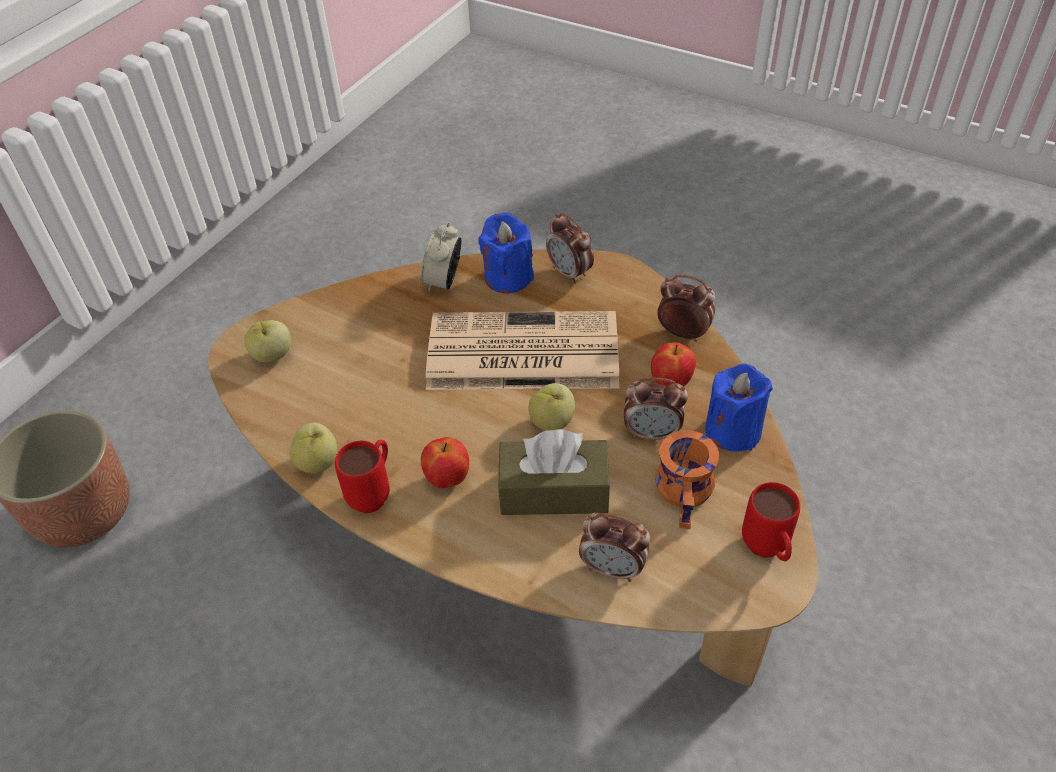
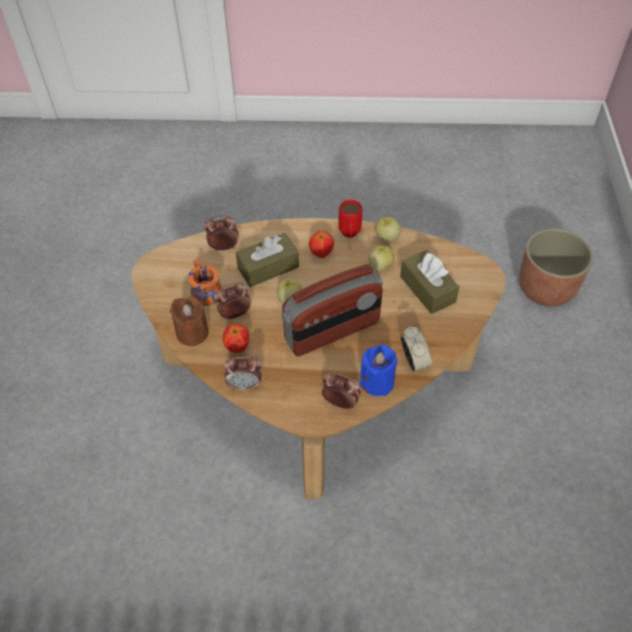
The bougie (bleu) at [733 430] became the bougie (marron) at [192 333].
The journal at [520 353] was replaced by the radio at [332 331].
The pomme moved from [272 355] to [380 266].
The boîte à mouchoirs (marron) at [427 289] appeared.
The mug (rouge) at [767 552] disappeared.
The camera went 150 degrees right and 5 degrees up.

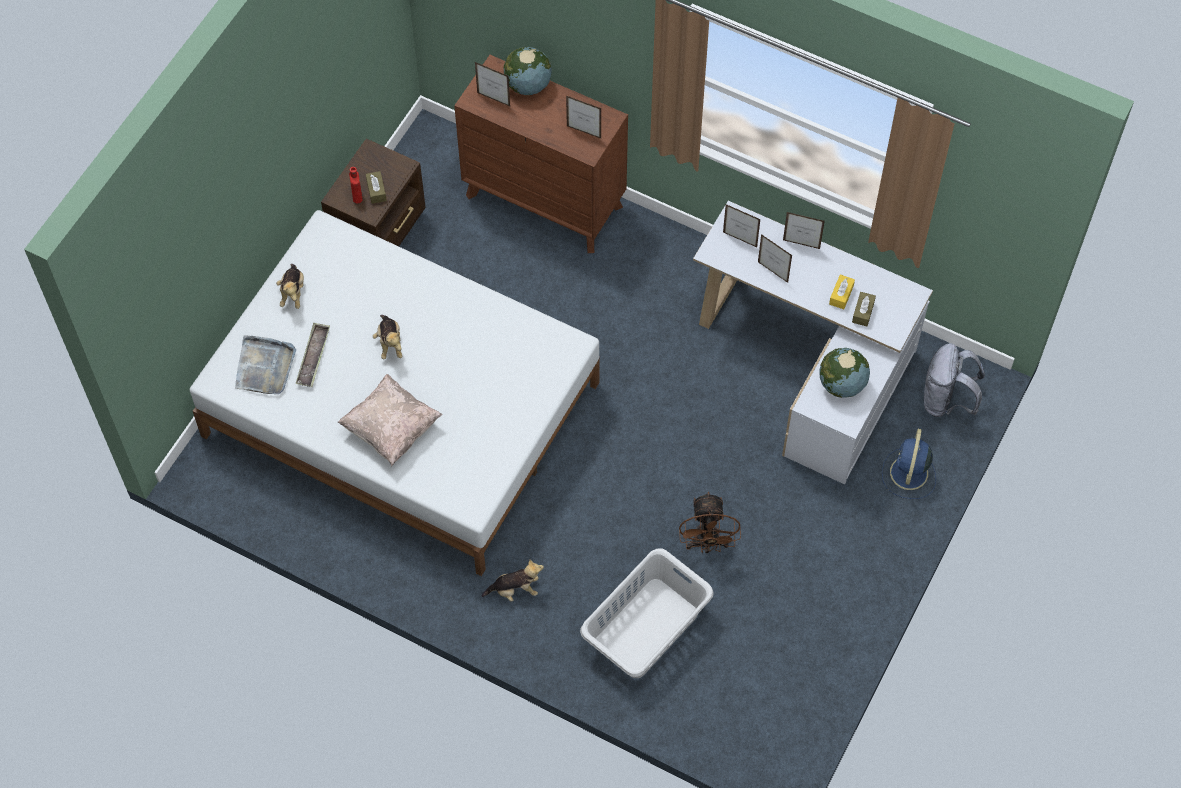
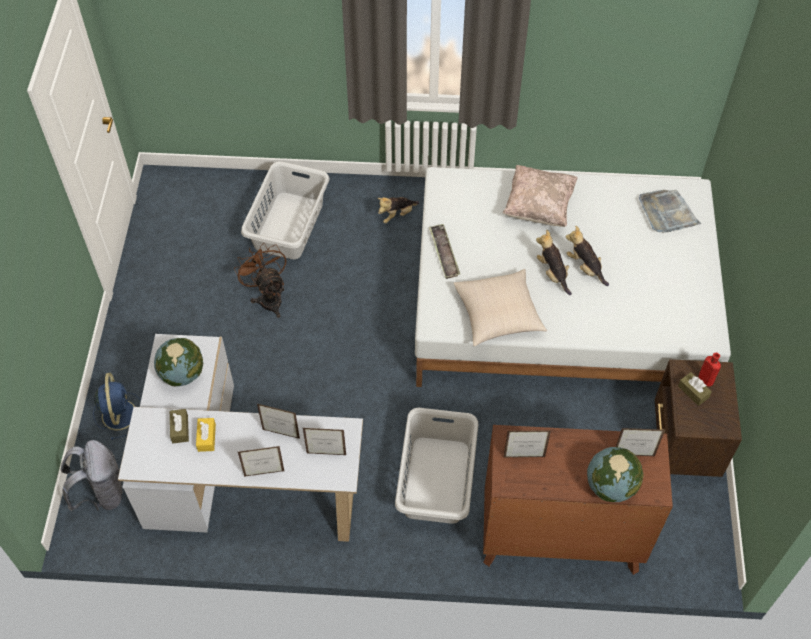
The panier à linge (gris) at [435 480] appeared.
The plateau moved from [313 357] to [444 253].
The coussin (beige) at [498 314] appeared.
The peluche moved from [293 292] to [553 273].
The camera went 155 degrees right and 5 degrees down.

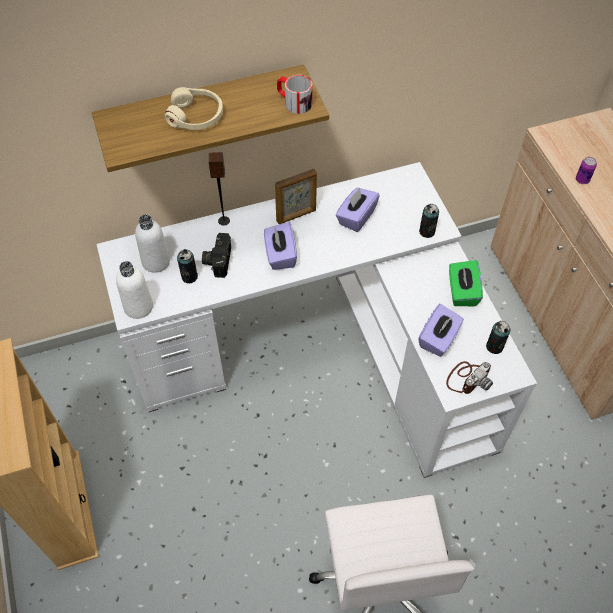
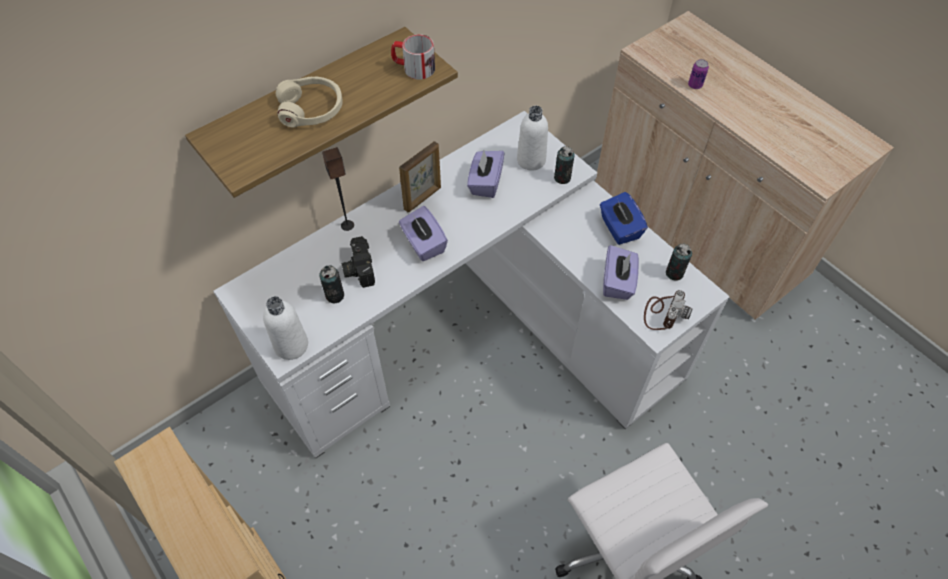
The bouteille (blanc) moved from [156 261] to [531 160].
The boîte à mouchoirs (vert) at [462 292] became the boîte à mouchoirs (bleu) at [619 228].
The camera went 20 degrees left and 0 degrees up.

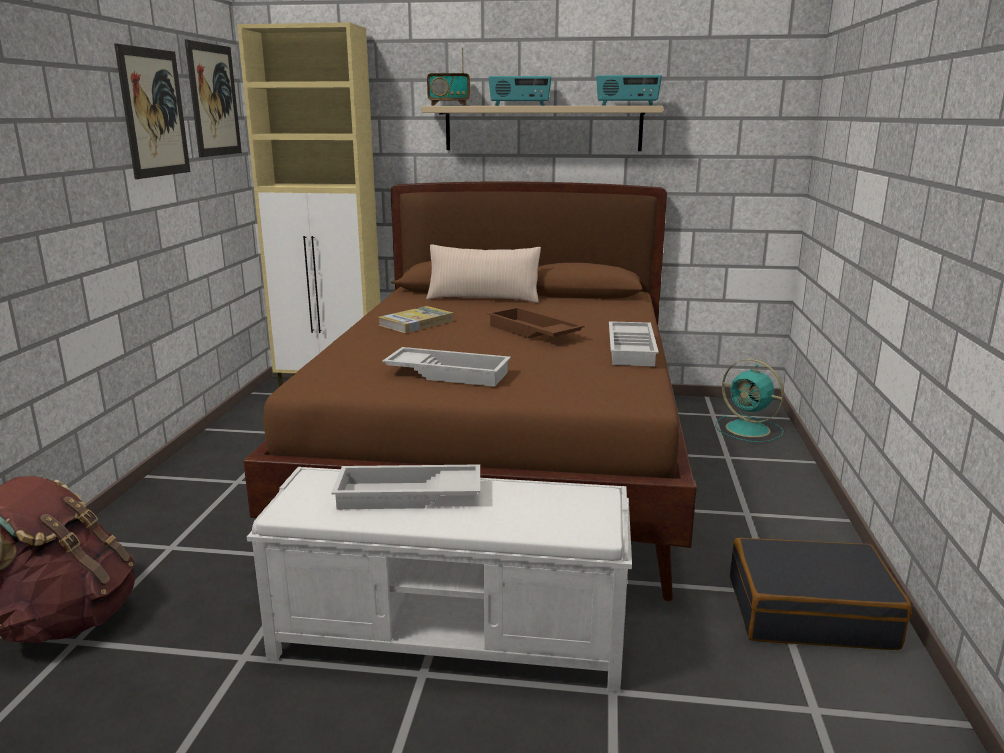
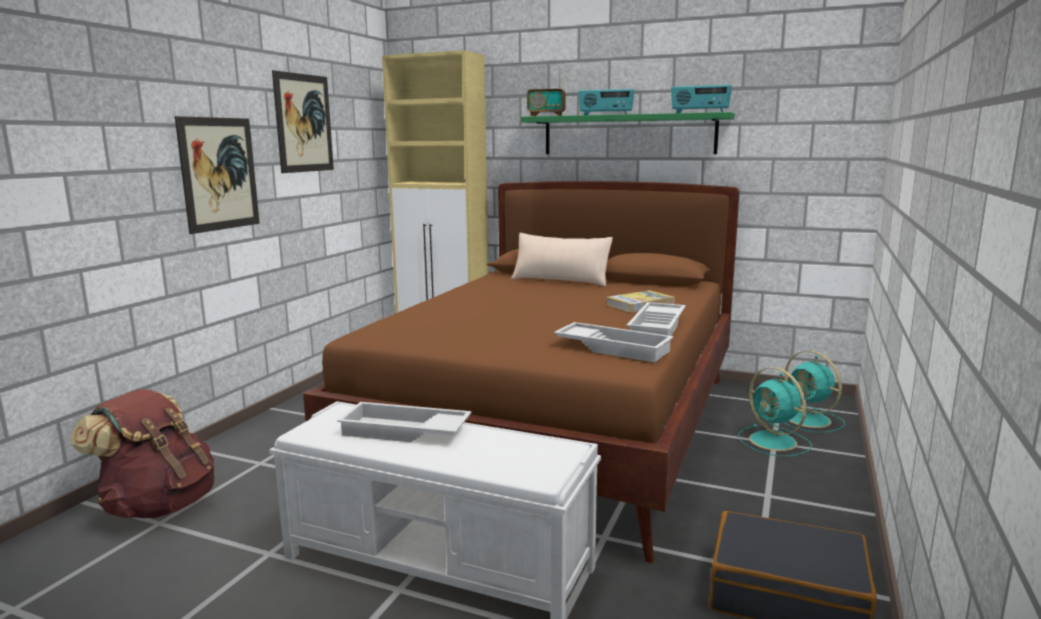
The tableau moved from [214 100] to [219 174].
The étagère (beige) at [542 128] became the étagère (vert) at [628 135].
The plateau (blanc) moved from [449 373] to [614 348].
The livre moved from [416 323] to [640 304].
The ventilateur (turquoise) at [774 442] appeared.
The plateau (marron) at [532 332] disappeared.
The camera went 15 degrees right and 5 degrees down.

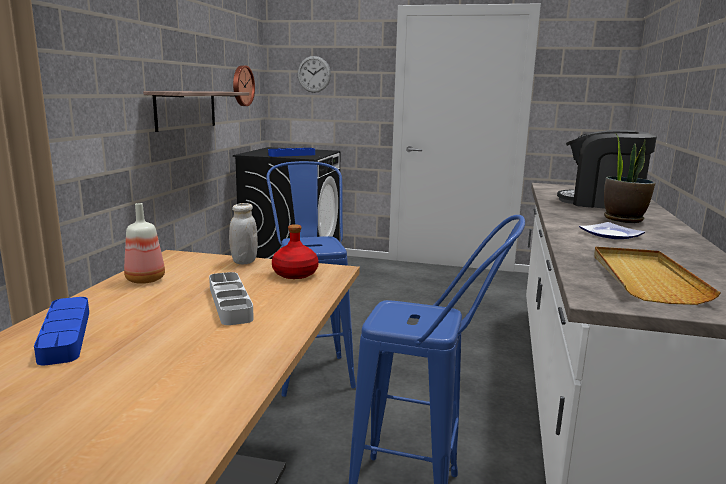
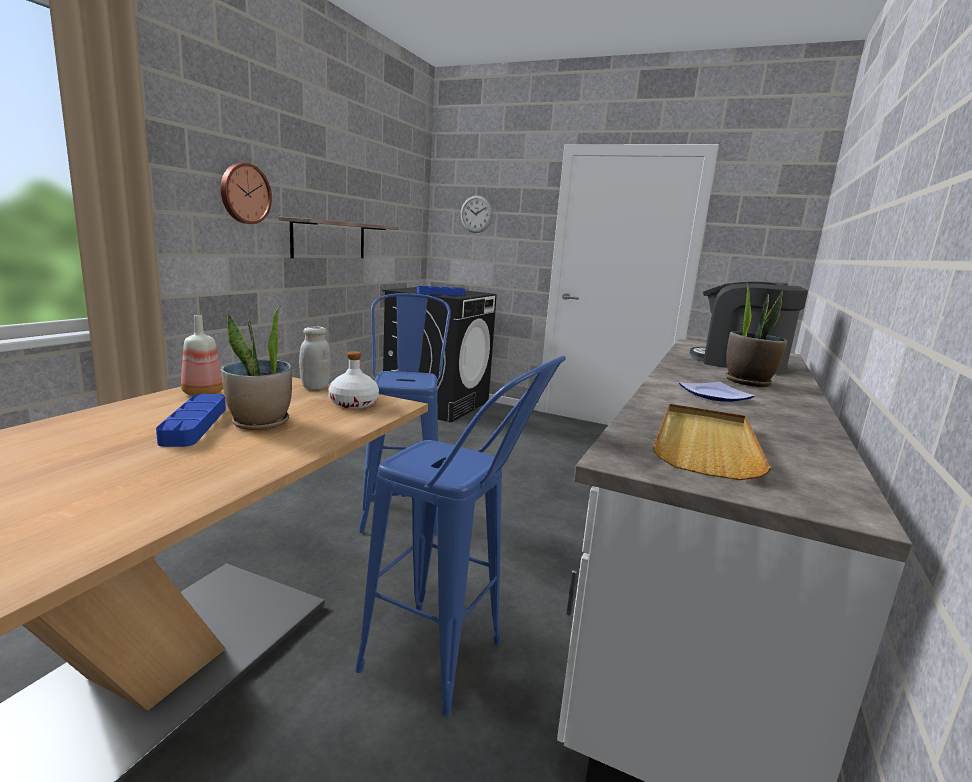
The plateau (bleu) moved from [65 335] to [194 425].
The horloge murale moved from [242 86] to [244 193].
The plateau (gris) at [230 303] was replaced by the plante en pot at [260 423].
The bouteille (rouge) at [295 274] became the bouteille (blanc) at [353 404].
The camera went 10 degrees right and 0 degrees up.

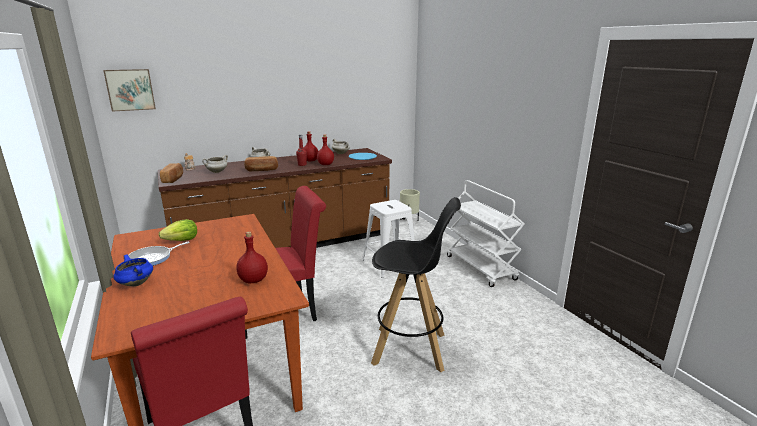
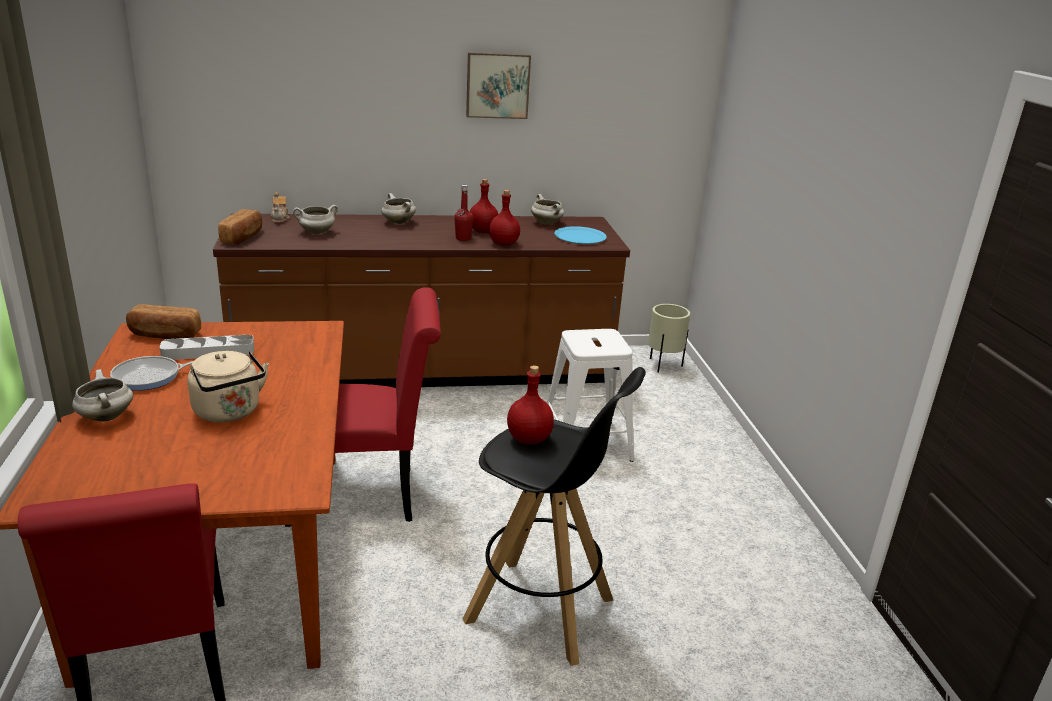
The marmite (bleu) at [135 283] became the marmite (blanc) at [105 417].
The pain moved from [262 170] to [165 335].
The laitue at [182 240] was replaced by the plateau (gris) at [208 352].
The bouilloire (beige) at [229 413] appeared.
The tableau moved from [130 89] to [497 85].
The bouteille (rouge) moved from [254 280] to [530 439].
The chariot (blanc) at [481 268] disappeared.
The camera went 15 degrees right and 5 degrees up.

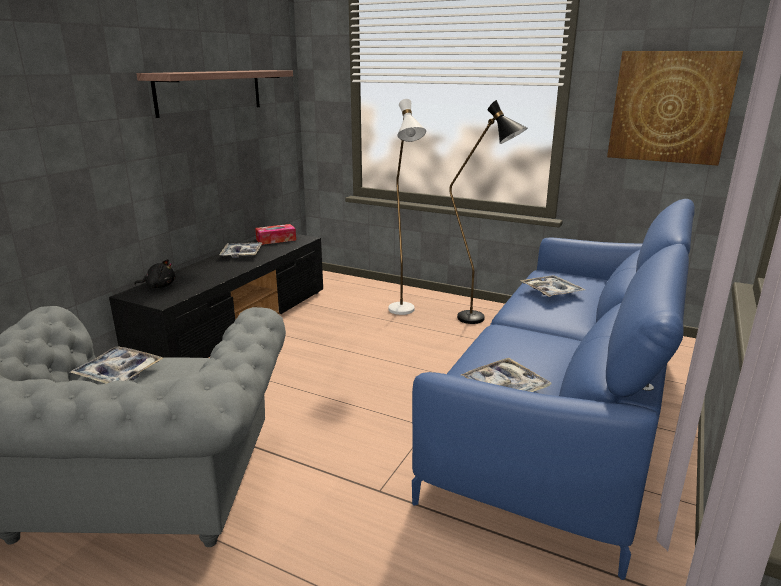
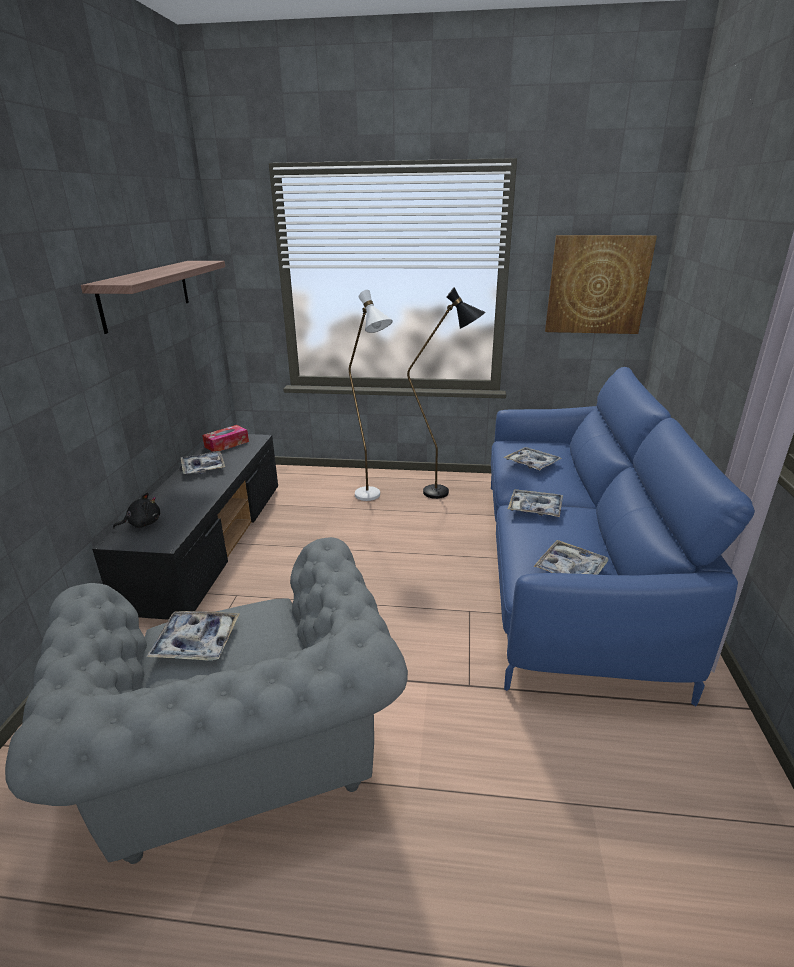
The plateau at [535 508] appeared.
The camera went 20 degrees left and 5 degrees up.

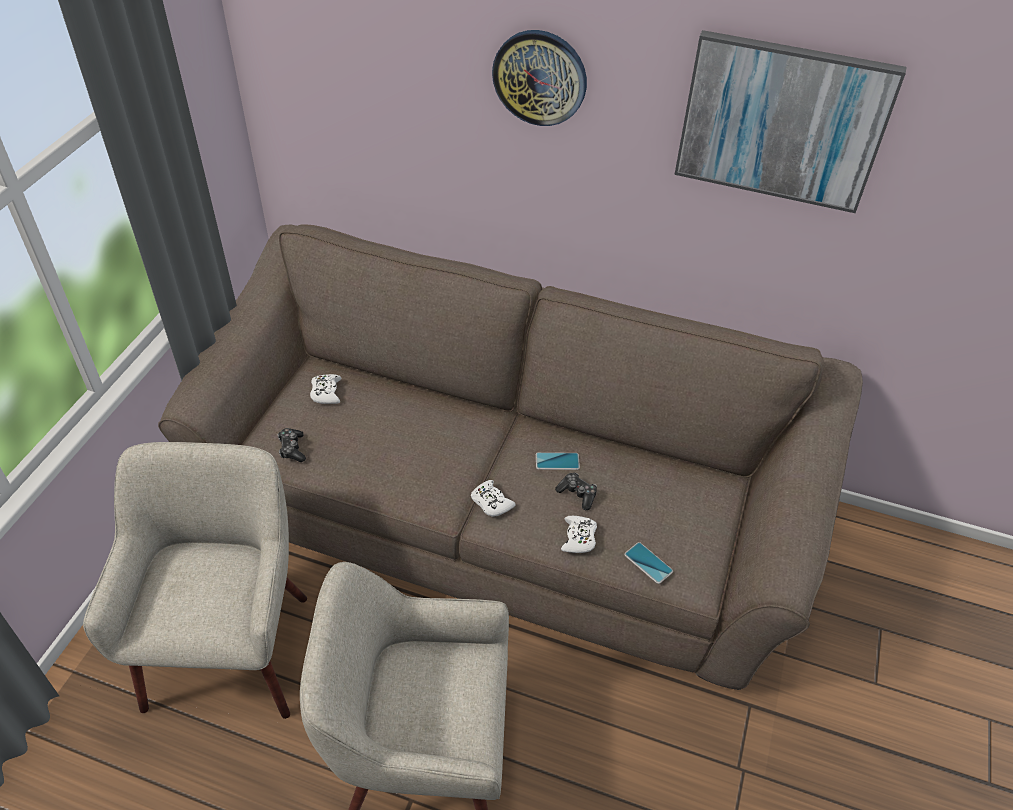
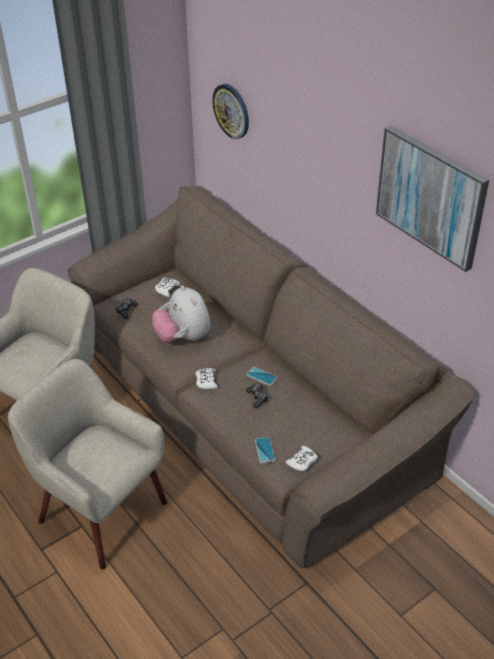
The peluche at [183 337] appeared.
The horloge murale moved from [540 77] to [232 111].
The manette (blanc) moved from [578 538] to [302 461].
The camera went 35 degrees right and 5 degrees down.

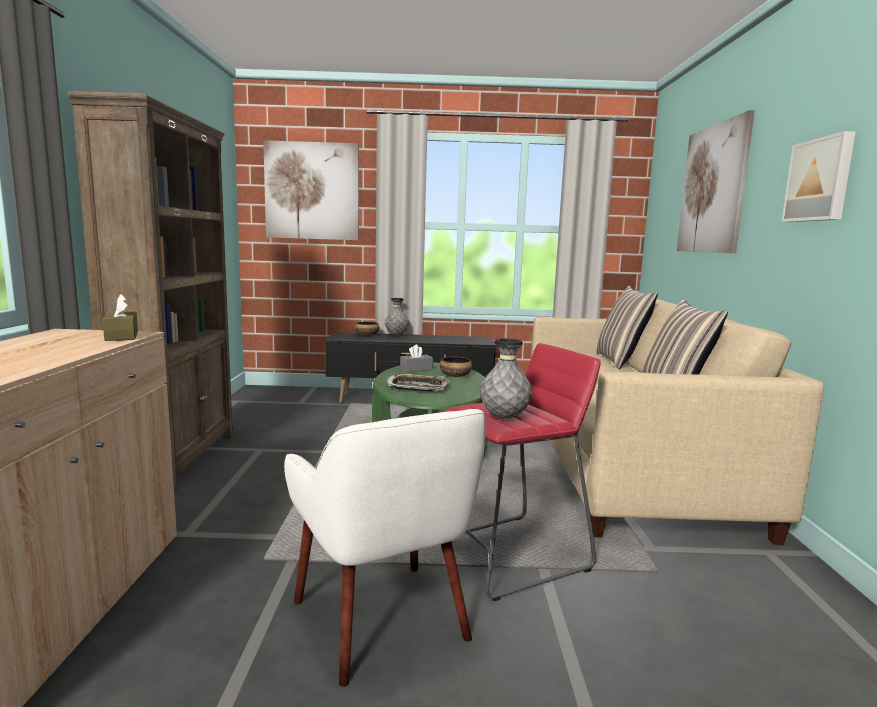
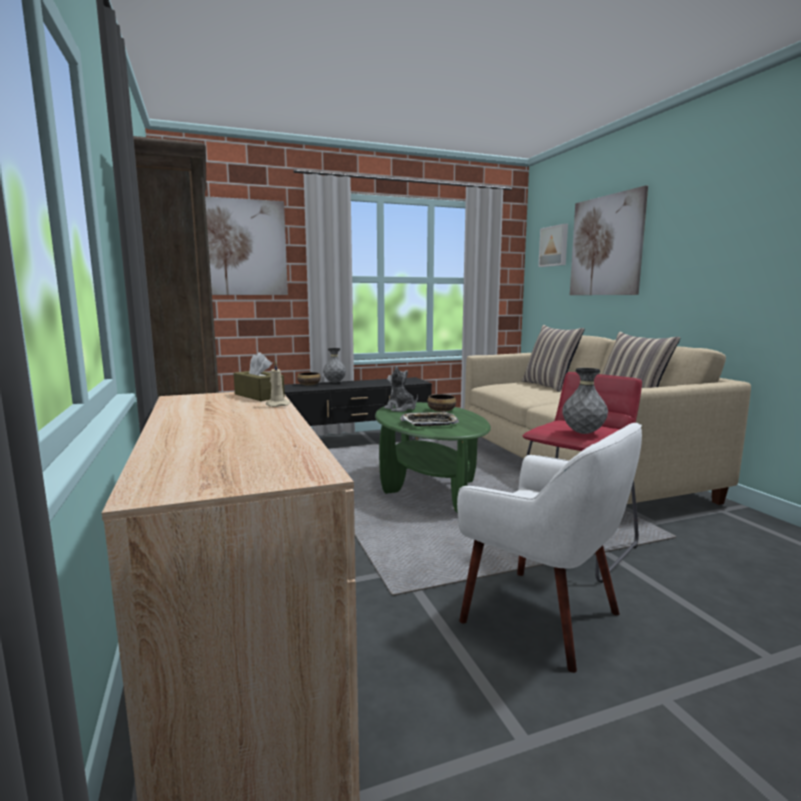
The bougie (beige) at [277 405] appeared.
The boîte à mouchoirs (gris) at [416 369] was replaced by the peluche at [401 409].
The tableau moved from [820 180] to [554 246].
The camera went 20 degrees left and 0 degrees up.

